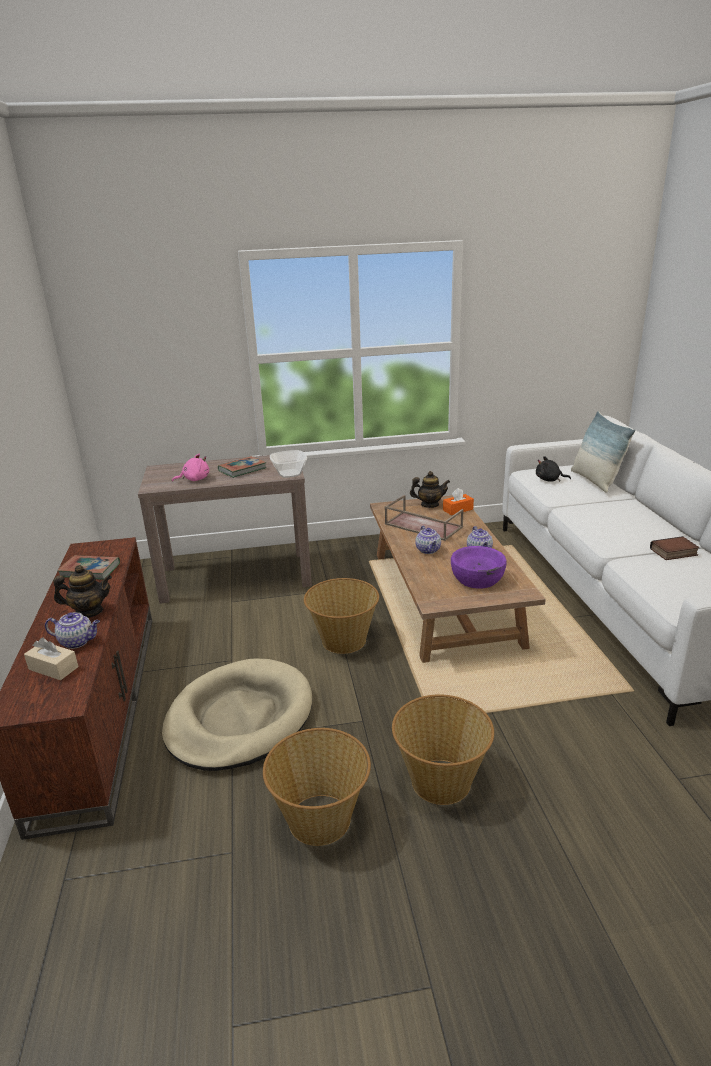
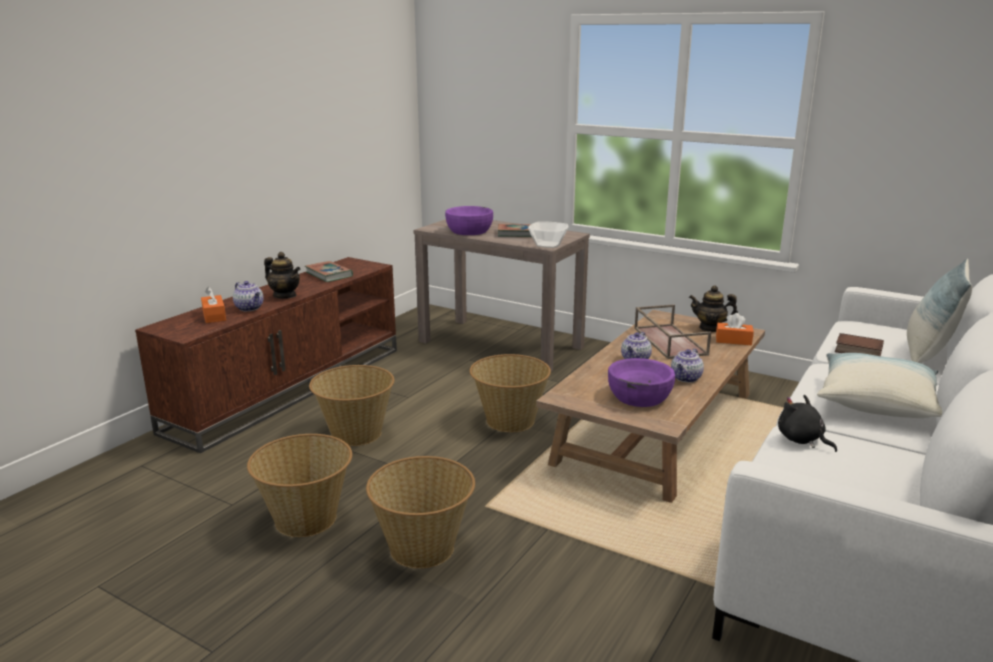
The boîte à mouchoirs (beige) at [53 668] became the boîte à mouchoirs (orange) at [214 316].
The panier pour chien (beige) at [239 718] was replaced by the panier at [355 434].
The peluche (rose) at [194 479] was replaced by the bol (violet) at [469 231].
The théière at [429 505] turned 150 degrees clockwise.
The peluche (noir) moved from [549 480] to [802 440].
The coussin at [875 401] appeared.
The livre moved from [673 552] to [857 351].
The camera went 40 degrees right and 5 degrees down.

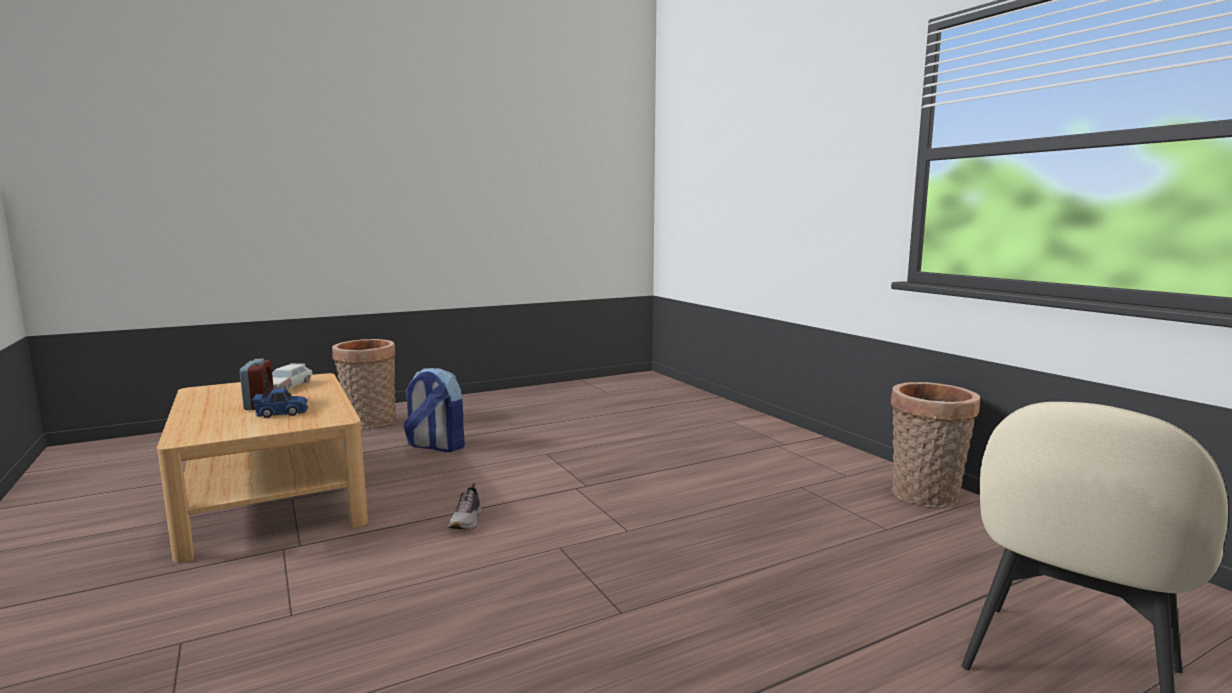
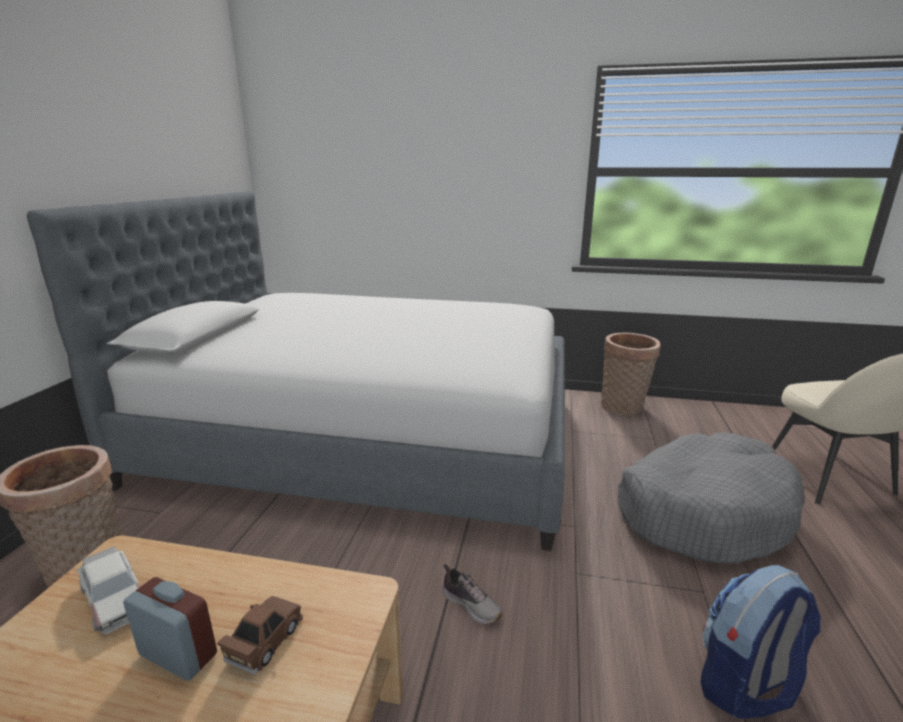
The lit at [369 436] appeared.
The petite voiture (bleu) at [282 413] became the petite voiture (marron) at [265 641].
The panier pour chien (gris) at [702 511] appeared.
The sac à dos moved from [435 446] to [744 685].
The camera went 50 degrees left and 10 degrees up.

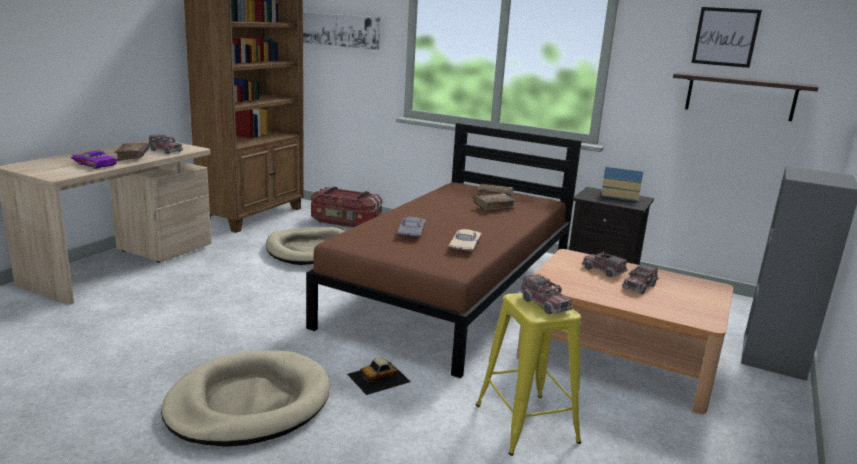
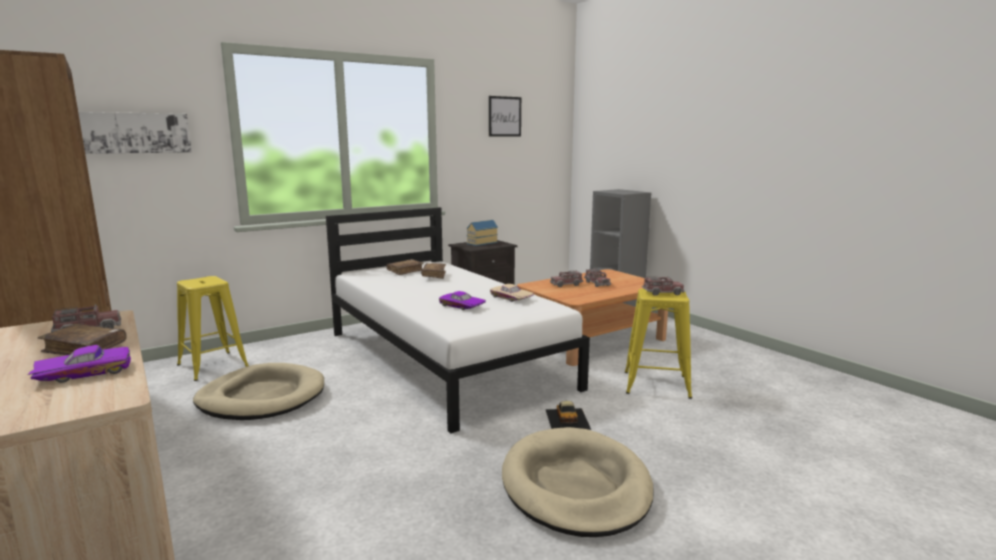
The boîte de rangement at [345 222] was replaced by the tabouret (jaune) at [213 366].
The lit (marron) at [454 292] became the lit (blanc) at [445 359].
The petite voiture (gris) at [409 233] became the petite voiture (violet) at [461 306].
The étagère at [740 96] disappeared.
The camera went 60 degrees left and 5 degrees down.

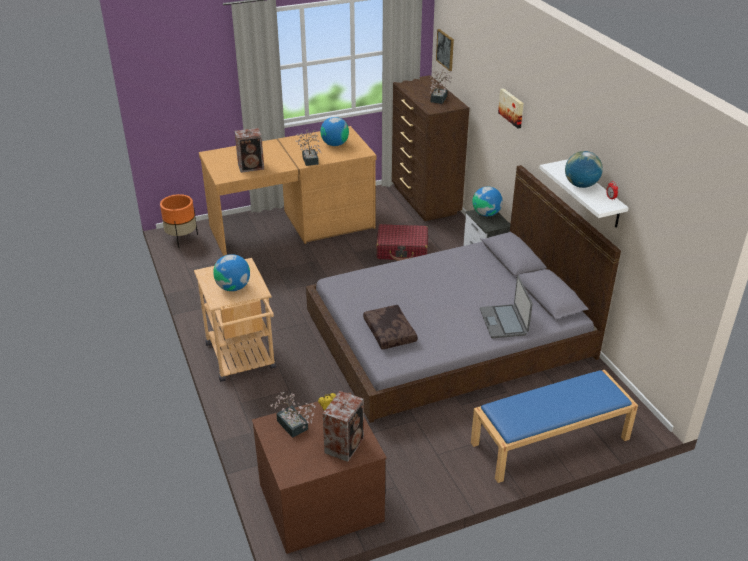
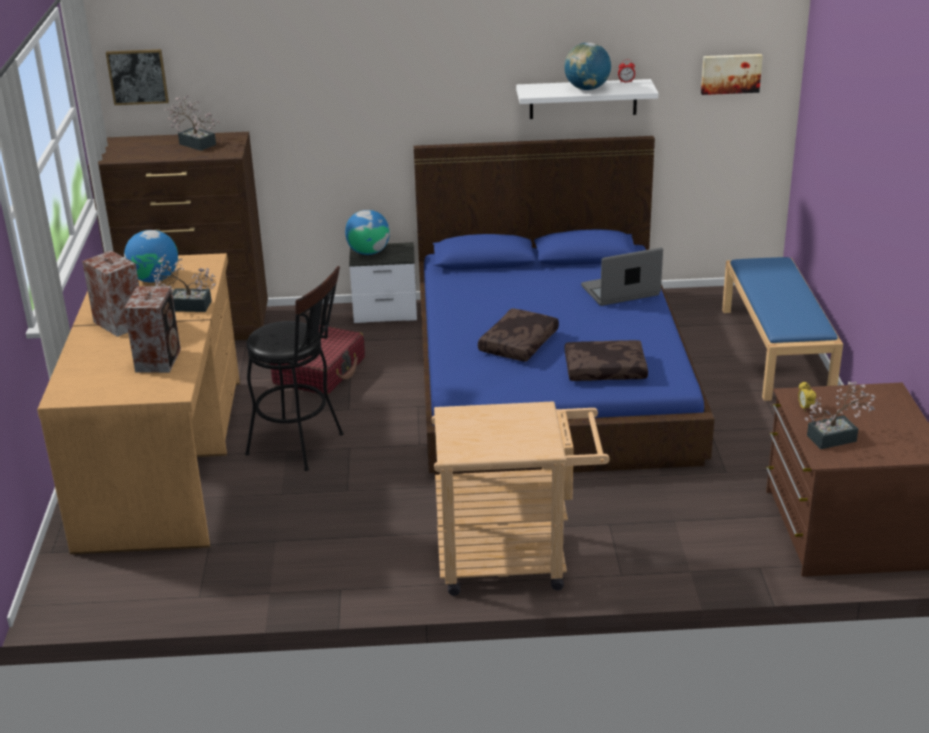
The enceinte moved from [345 445] to [119 323].
The tabouret (noir) at [302 446] appeared.
The lit (gris) at [449 335] became the lit (bleu) at [550 374].
The coussin (marron) at [519 344] appeared.
The ordinateur portable at [504 322] turned 150 degrees clockwise.
The tableau moved from [512 107] to [730 73].
The cache-pot (orange) at [182 239] disappeared.
The globe at [233 287] disappeared.
The camera went 70 degrees left and 5 degrees down.

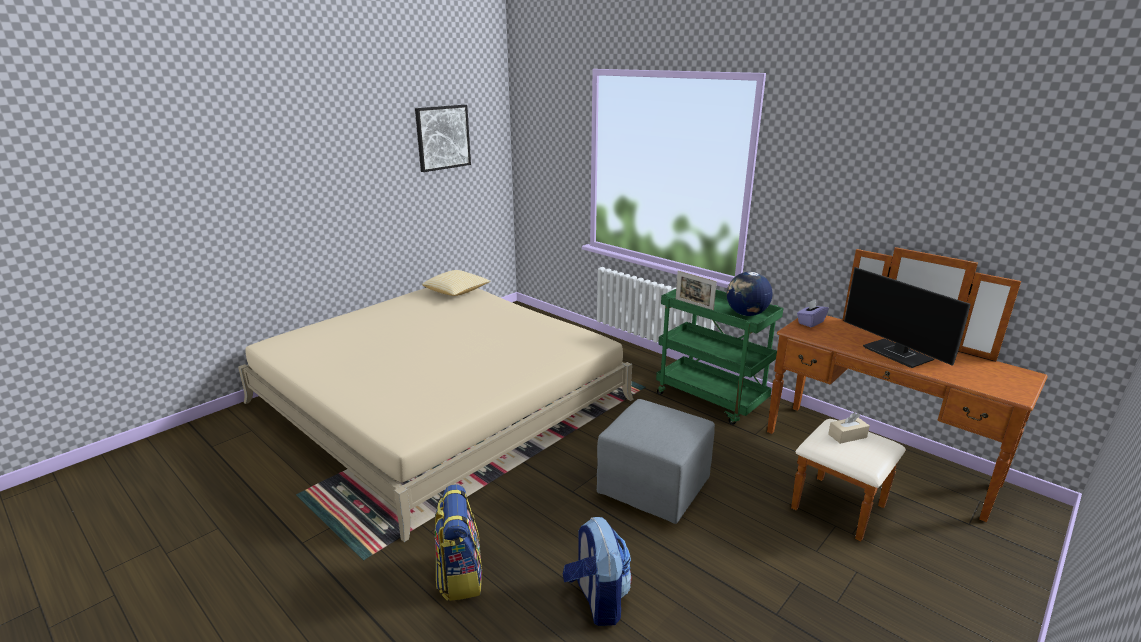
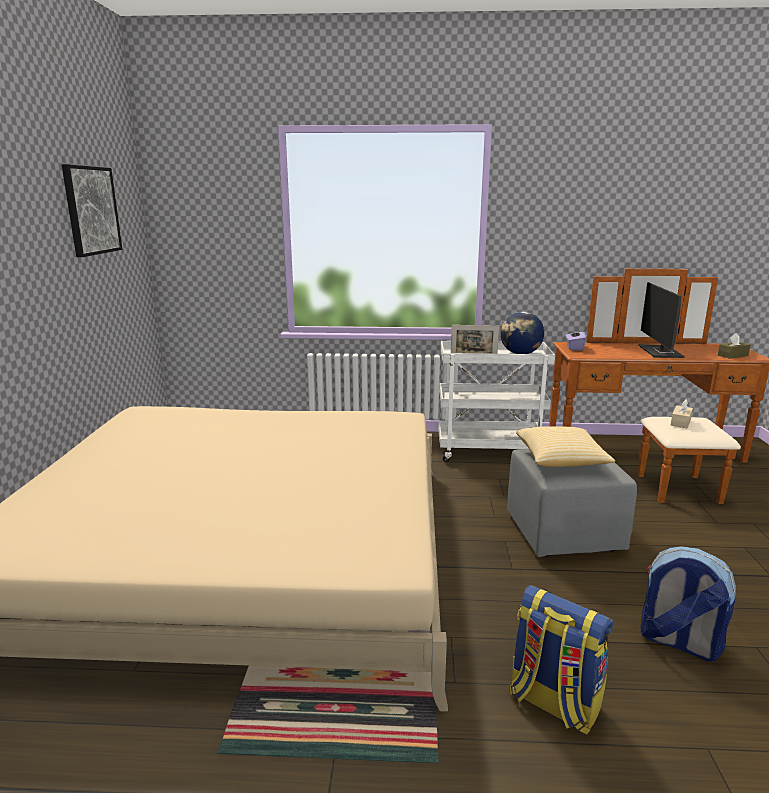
The chariot (vert) at [711 400] became the chariot (blanc) at [489 451].
The coussin moved from [457 292] to [561 460].
The écran d'ordinateur at [898 354] turned 75 degrees clockwise.
The boîte à mouchoirs (marron) at [732 355] appeared.
The camera went 40 degrees left and 5 degrees down.

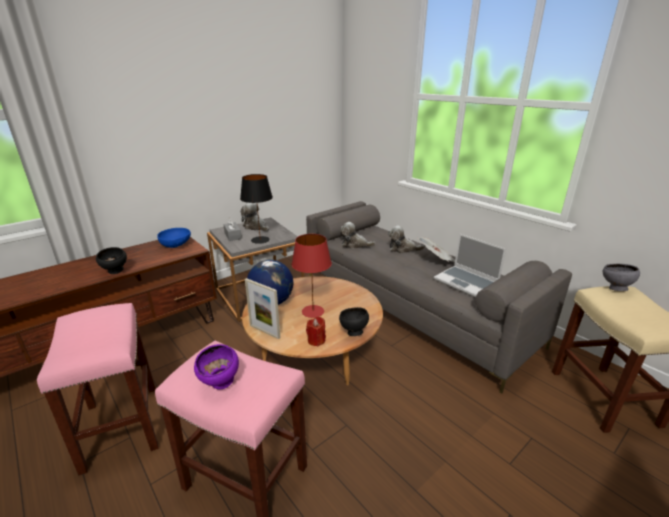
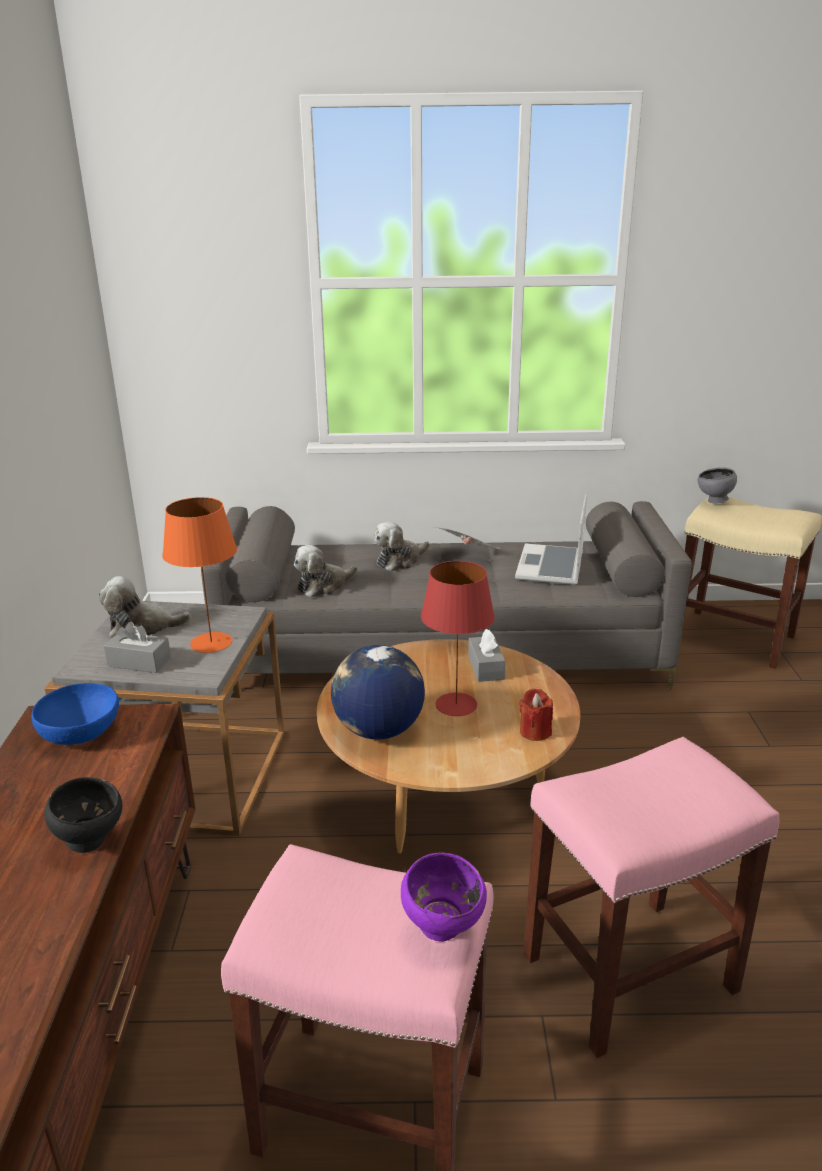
The lampe de table (noir) at [260 240] became the lampe de table (orange) at [211 643].
The bol (violet) moved from [221 384] to [444 929].
The boîte à mouchoirs (gris) at [486 667] appeared.
The ordinateur portable at [467 282] turned 105 degrees clockwise.
The cadre photo at [264 331] disappeared.
The bol (noir) at [353 333] disappeared.
The camera went 50 degrees left and 0 degrees up.

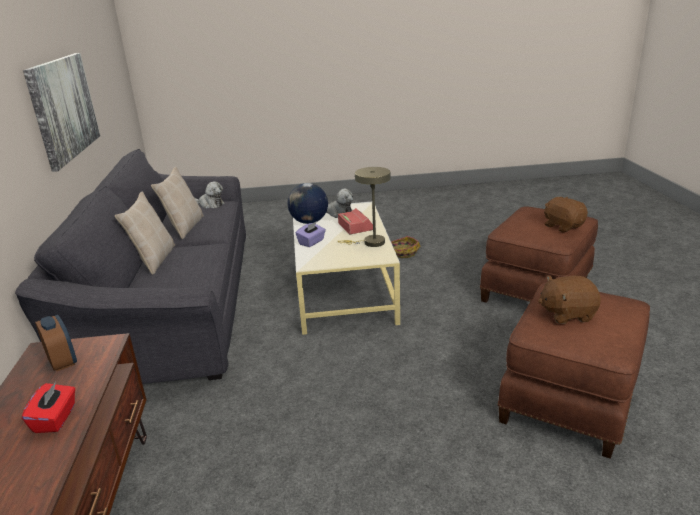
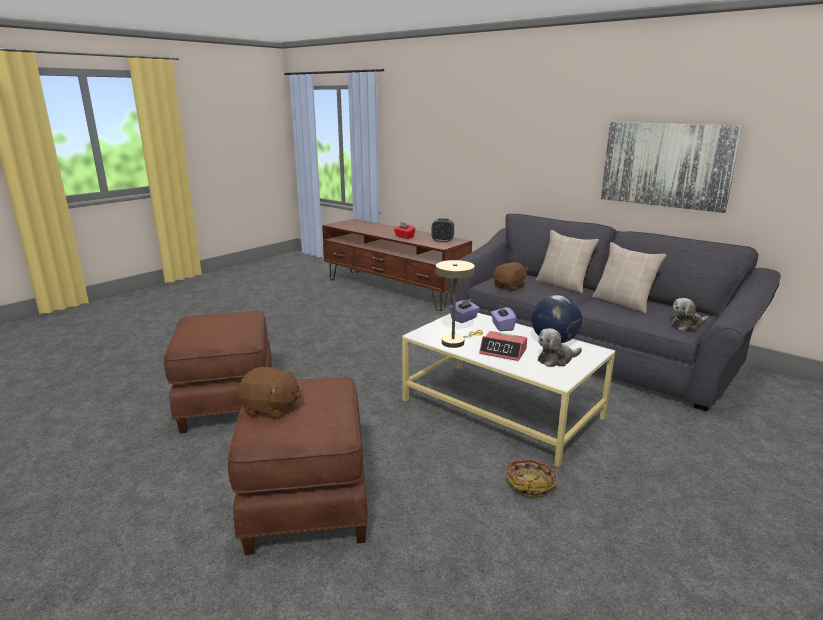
The boîte à mouchoirs (violet) at [464 319] appeared.
The peluche (marron) moved from [567 314] to [509 287].
The camera went 135 degrees right and 5 degrees down.

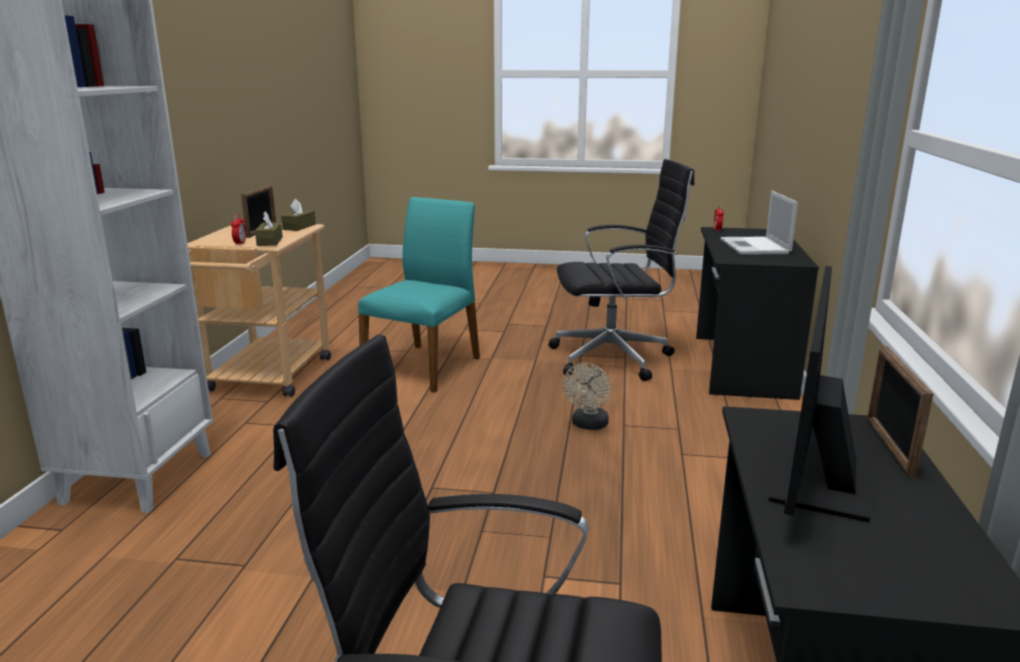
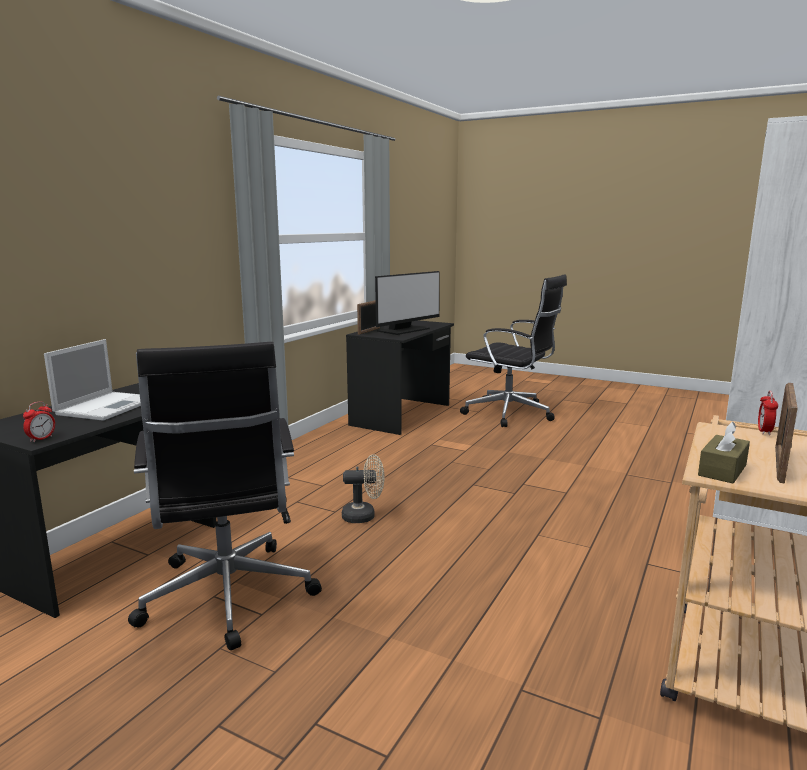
The chaise de bureau (noir) at [614 358] turned 120 degrees counterclockwise.
The ventilateur (beige) at [588 425] turned 45 degrees clockwise.
The boîte à mouchoirs (marron) at [270 241] disappeared.
The chaise (turquoise) at [424 366] disappeared.
The camera went 160 degrees left and 5 degrees down.

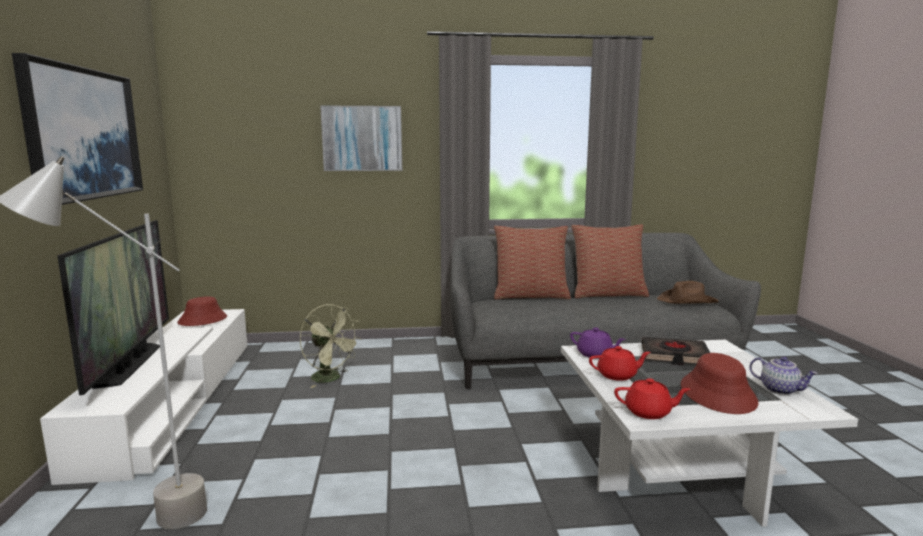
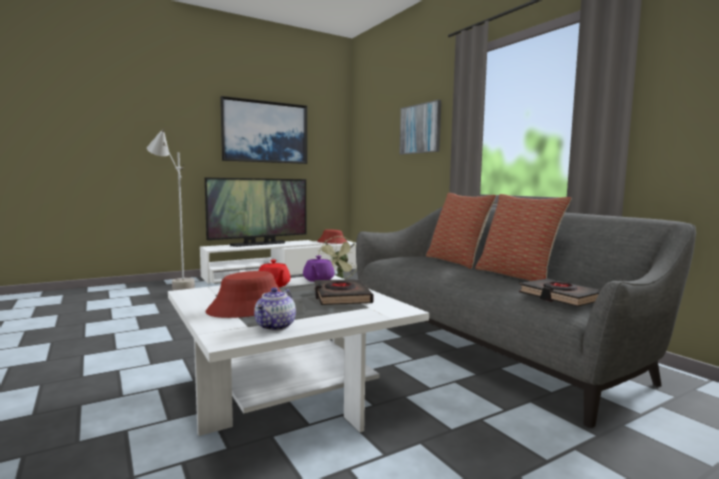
The chapeau (marron) at [688 301] was replaced by the livre (noir) at [560 297].
The théière (rouge) at [649 412] disappeared.
The camera went 65 degrees right and 5 degrees down.

